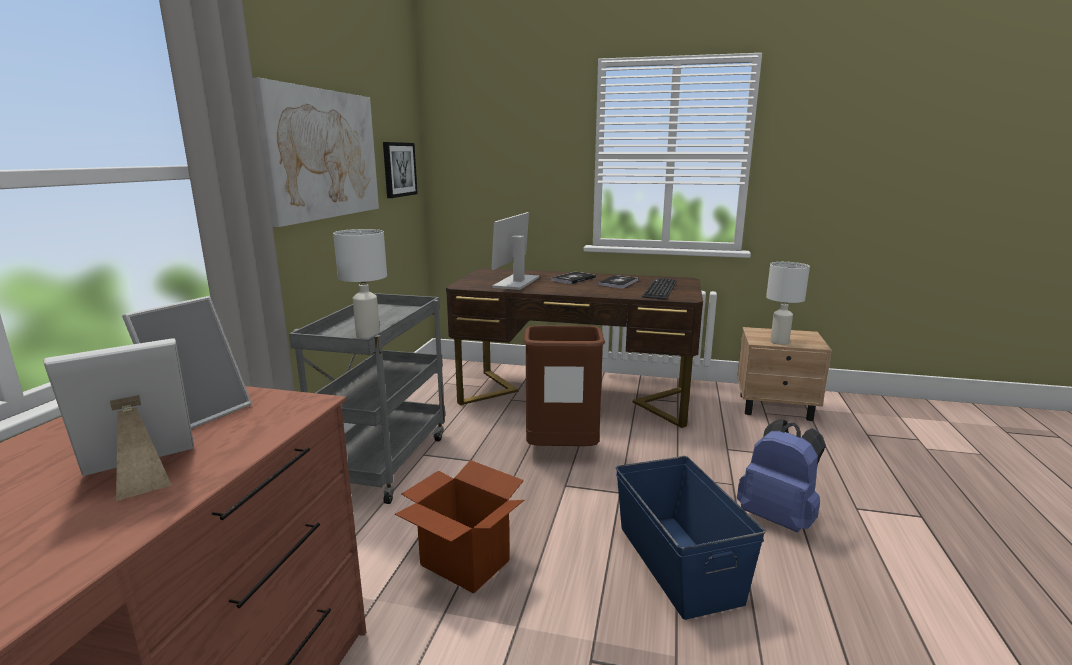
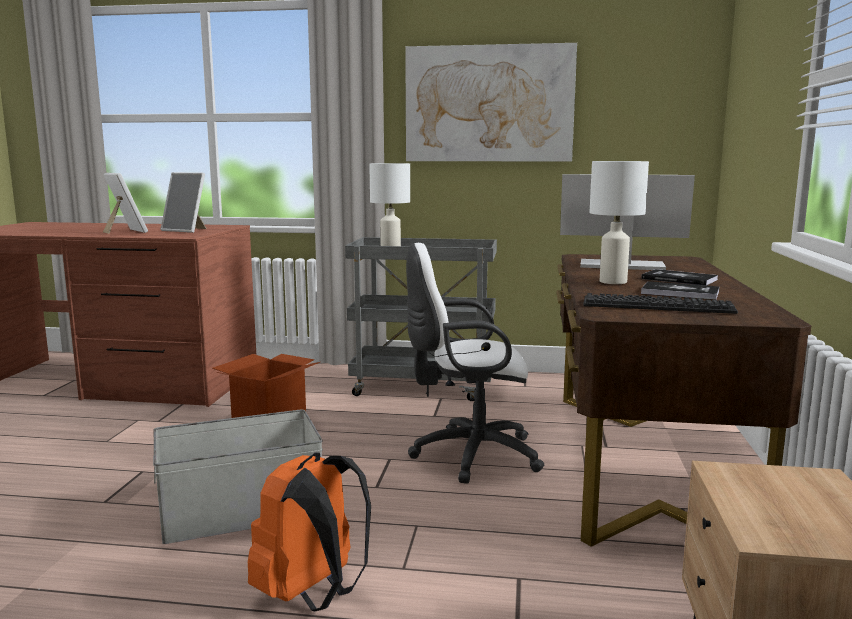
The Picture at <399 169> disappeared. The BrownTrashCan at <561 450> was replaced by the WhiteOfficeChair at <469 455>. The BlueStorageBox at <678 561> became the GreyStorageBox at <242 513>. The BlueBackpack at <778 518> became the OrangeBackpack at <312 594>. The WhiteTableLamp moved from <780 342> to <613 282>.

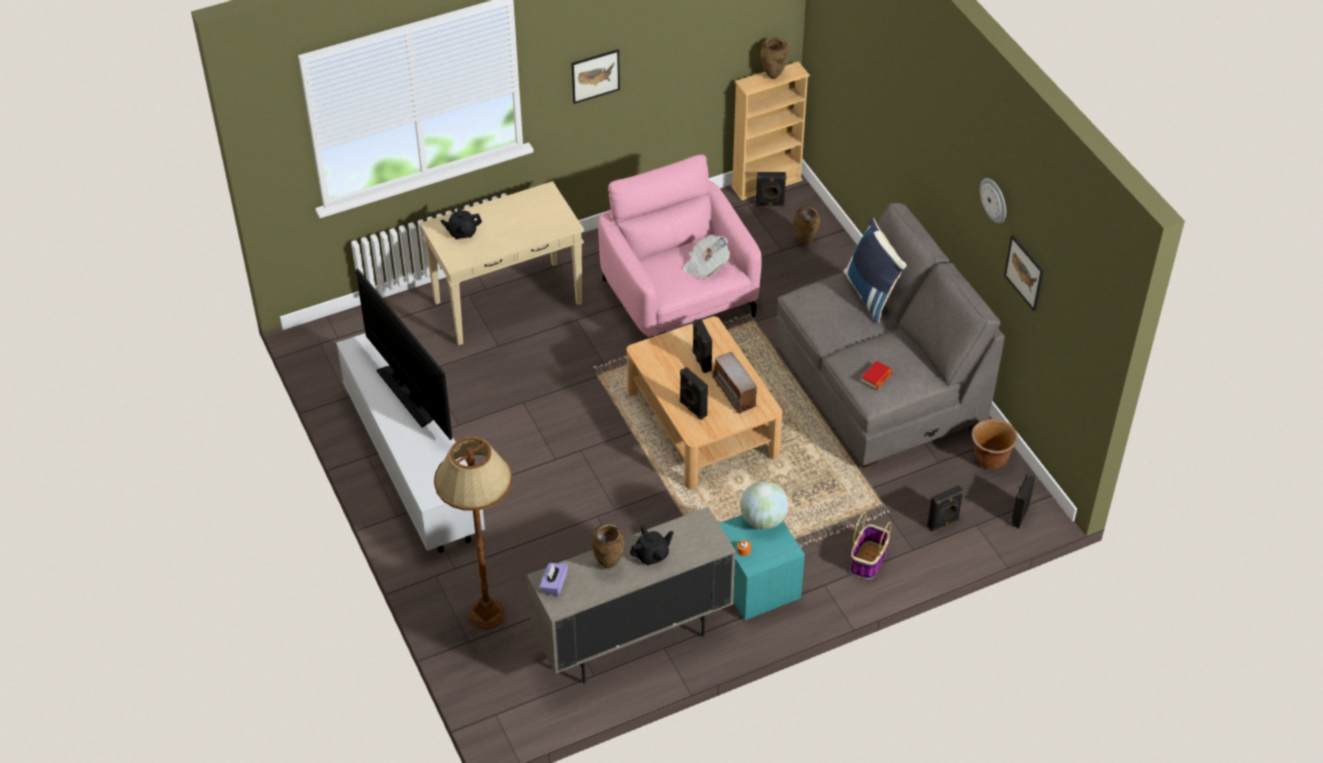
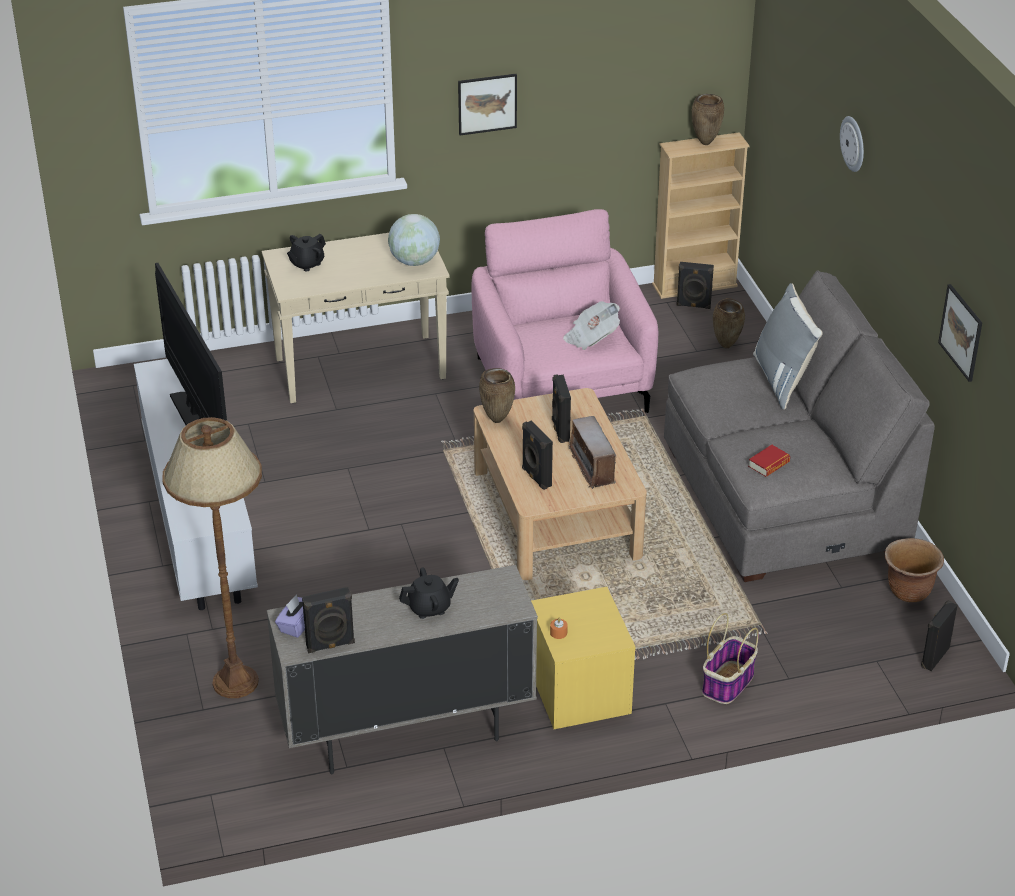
The BlackTeapot at <462 232> turned 45 degrees counterclockwise. The BrownVase moved from <608 564> to <497 420>. The TurquoiseNightstand at <756 584> became the YellowNightstand at <579 692>. The Globe moved from <763 520> to <414 261>. The BluePillow at <872 294> became the GreyPillow at <783 380>. The BlackSpeaker moved from <943 523> to <330 645>. The WallClock moved from <994 200> to <853 143>.

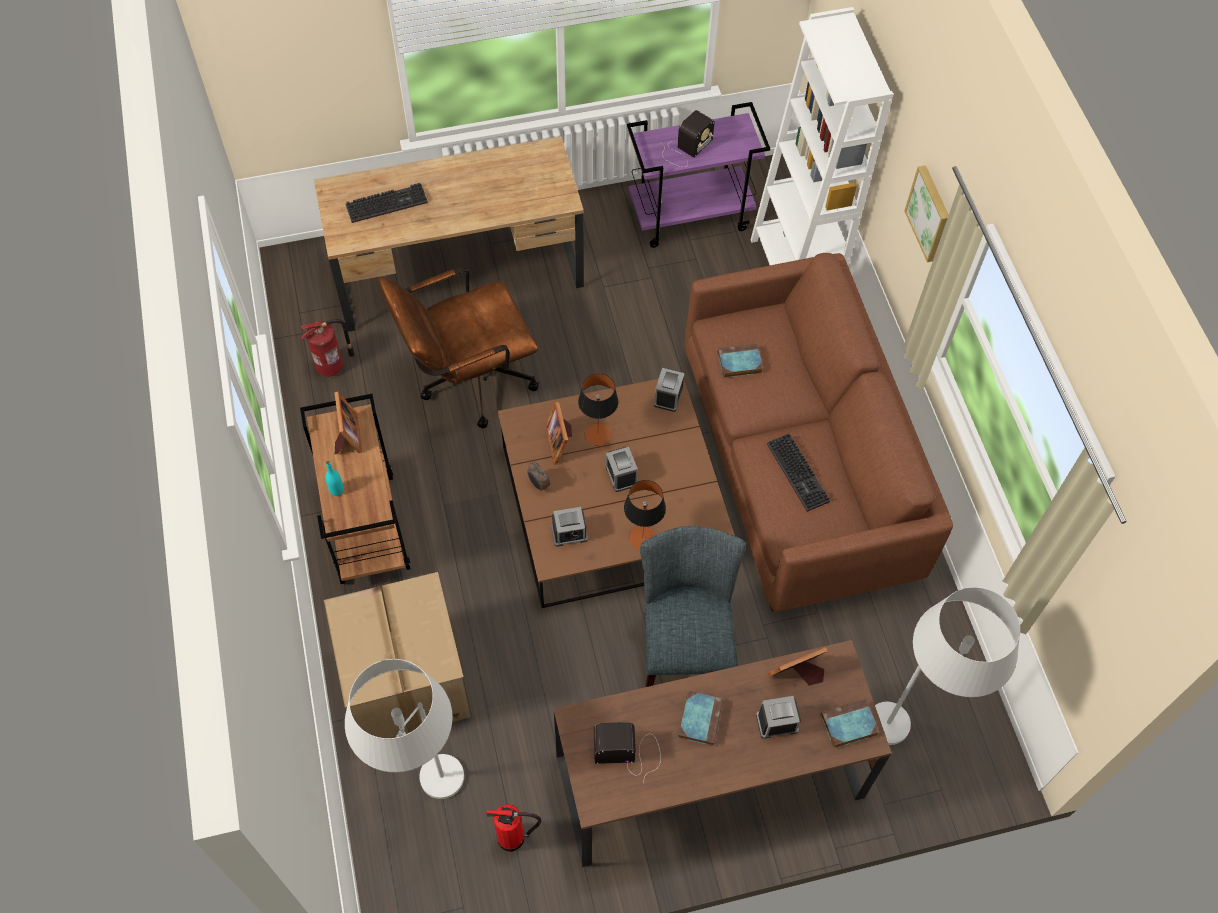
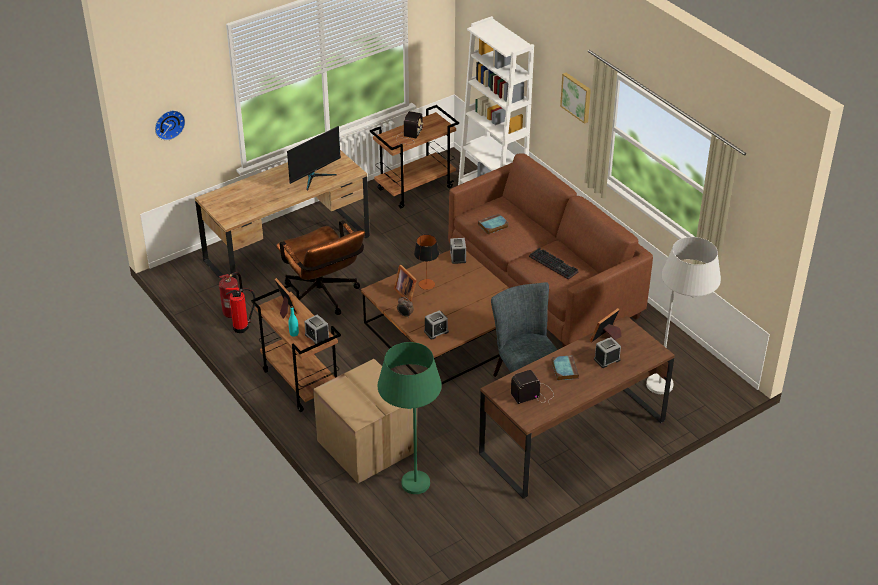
The WhiteFloorLamp at <426 797> became the GreenFloorLamp at <411 495>. The Keyboard at <387 202> disappeared. The BrownOfficeChair at <467 381> turned 75 degrees counterclockwise. The FireExtinguisher moved from <514 838> to <242 327>. The AlarmClock moved from <621 475> to <317 337>. The TableLamp at <642 538> disappeared. The PurpleCart at <691 215> became the BrownCart at <415 188>. The Book at <847 726> disappeared. The WallClock at <168 124> appeared. The Monitor at <314 177> appeared.

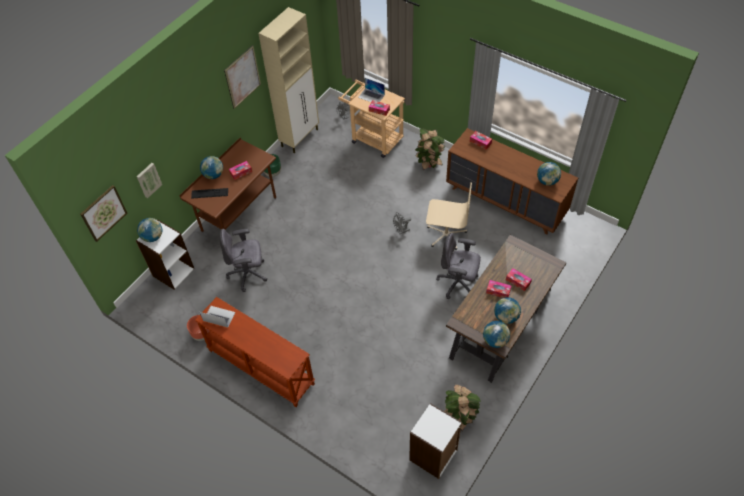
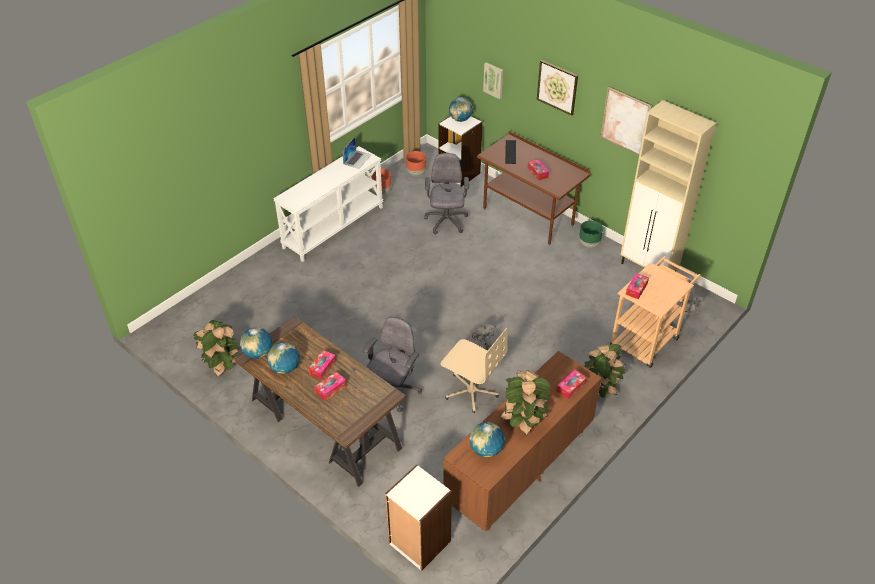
The Picture moved from <103 213> to <557 87>. The BrownConsoleTable at <260 367> became the WhiteConsoleTable at <333 227>. The Globe at <213 175> disappeared. The Laptop at <371 96> disappeared. The WhiteBookcase moved from <433 455> to <419 543>. The BeigeOfficeChair at <446 234> turned 75 degrees counterclockwise. The BrownPlanter at <416 173> appeared. The PottedPlant at <522 423> appeared.

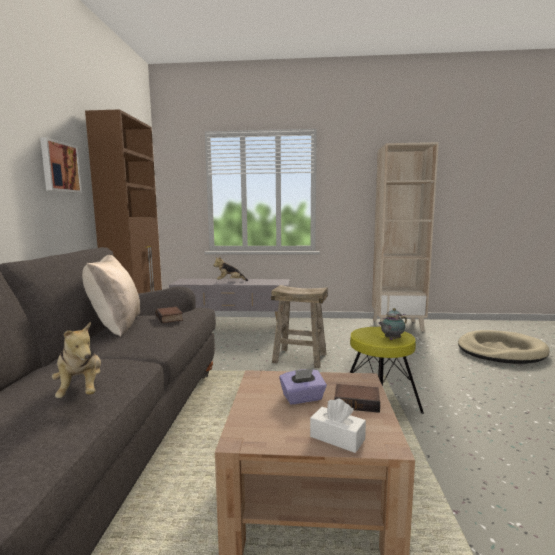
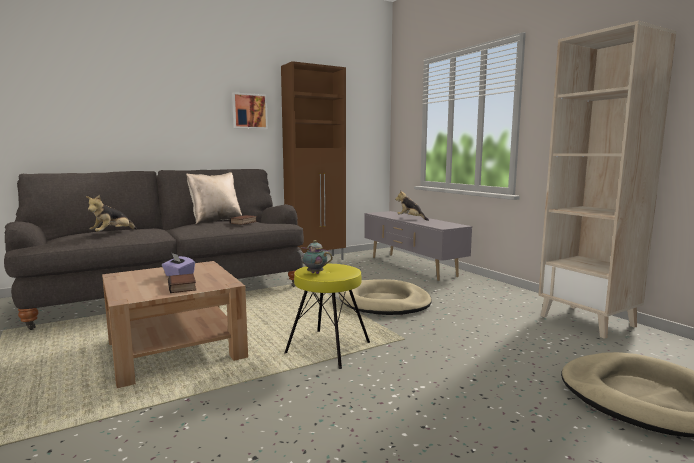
The BeigeStool at <300 358> was replaced by the BeigeDogBed at <384 302>. The WhiteTissueBox at <337 438> disappeared.

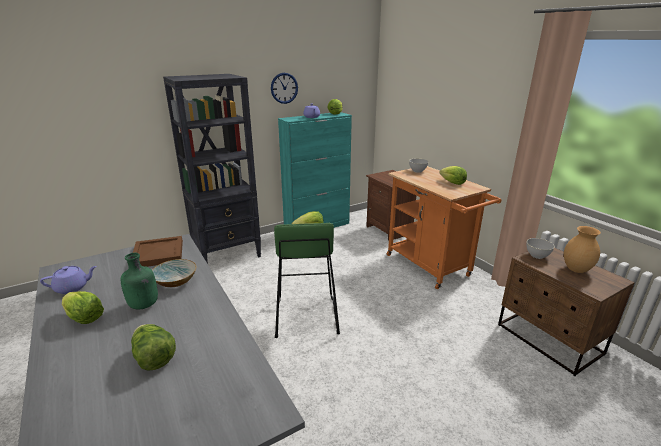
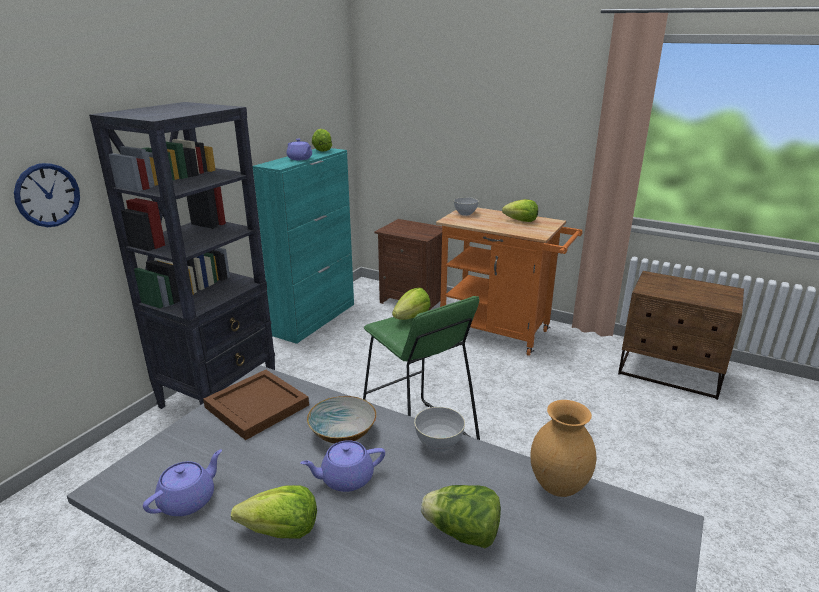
The GreenBottle at <144 305> was replaced by the PurpleTeapot at <345 478>. The WallClock moved from <284 88> to <47 195>. The GreyBowl moved from <537 256> to <439 444>. The BrownVase moved from <576 270> to <559 488>.

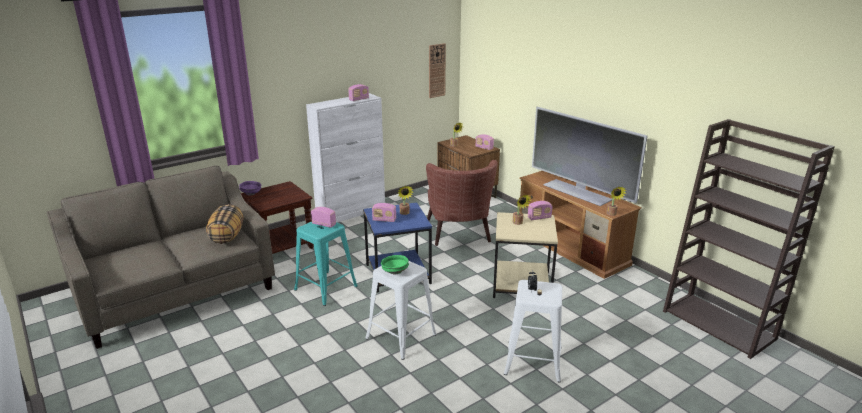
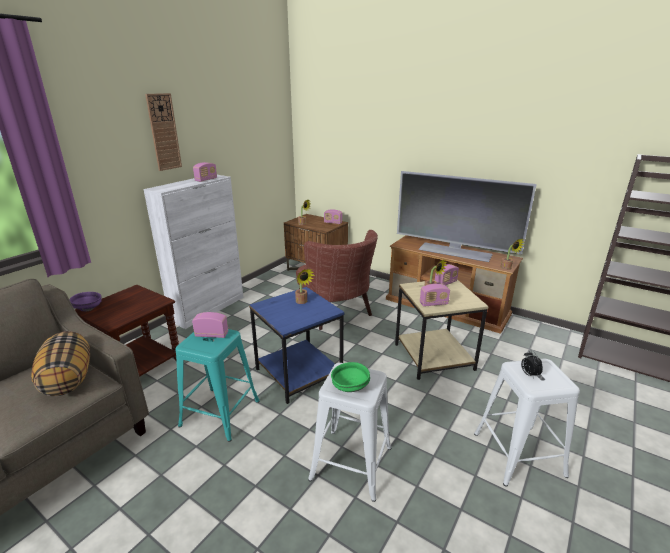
The Radio moved from <384 220> to <433 304>. The WallClock moved from <436 70> to <164 132>.

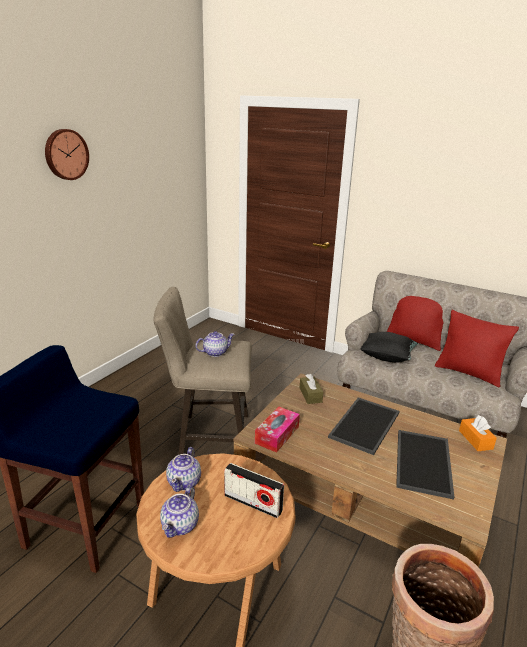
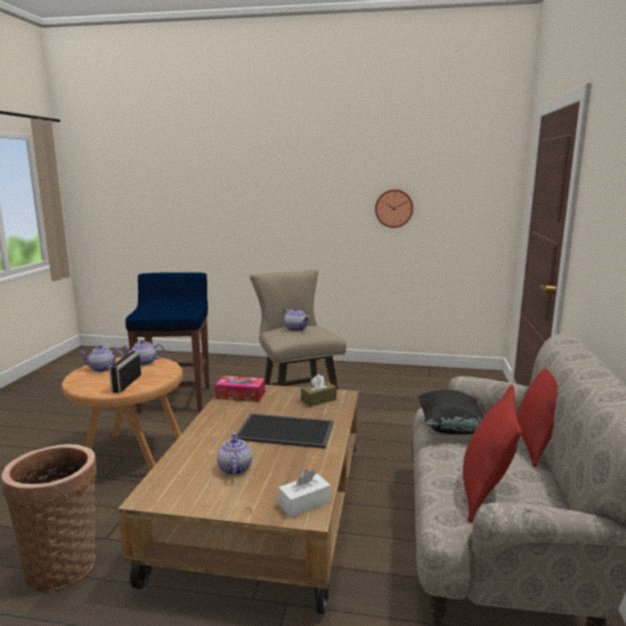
The WallClock moved from <65 154> to <394 208>. The Tray at <425 463> was replaced by the Teapot at <234 468>. The OrangeTissueBox at <475 440> became the WhiteTissueBox at <304 503>.

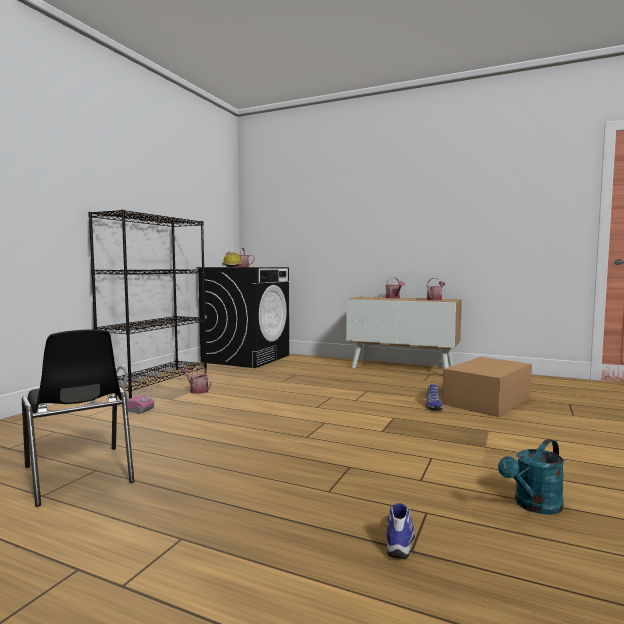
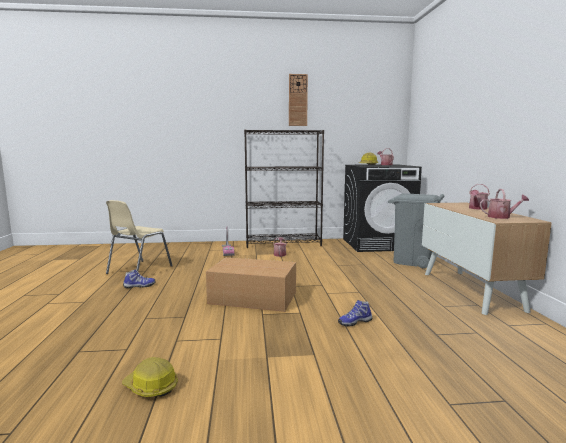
The BlackChair at <78 475> became the BeigeChair at <138 270>. The Shoe moved from <400 540> to <139 286>. The CardboardBox moved from <488 400> to <254 298>. The TurquoiseWateringCan at <534 506> was replaced by the HardHat at <151 387>. The WallClock at <298 100> appeared. The GreyTrashCan at <412 261> appeared.

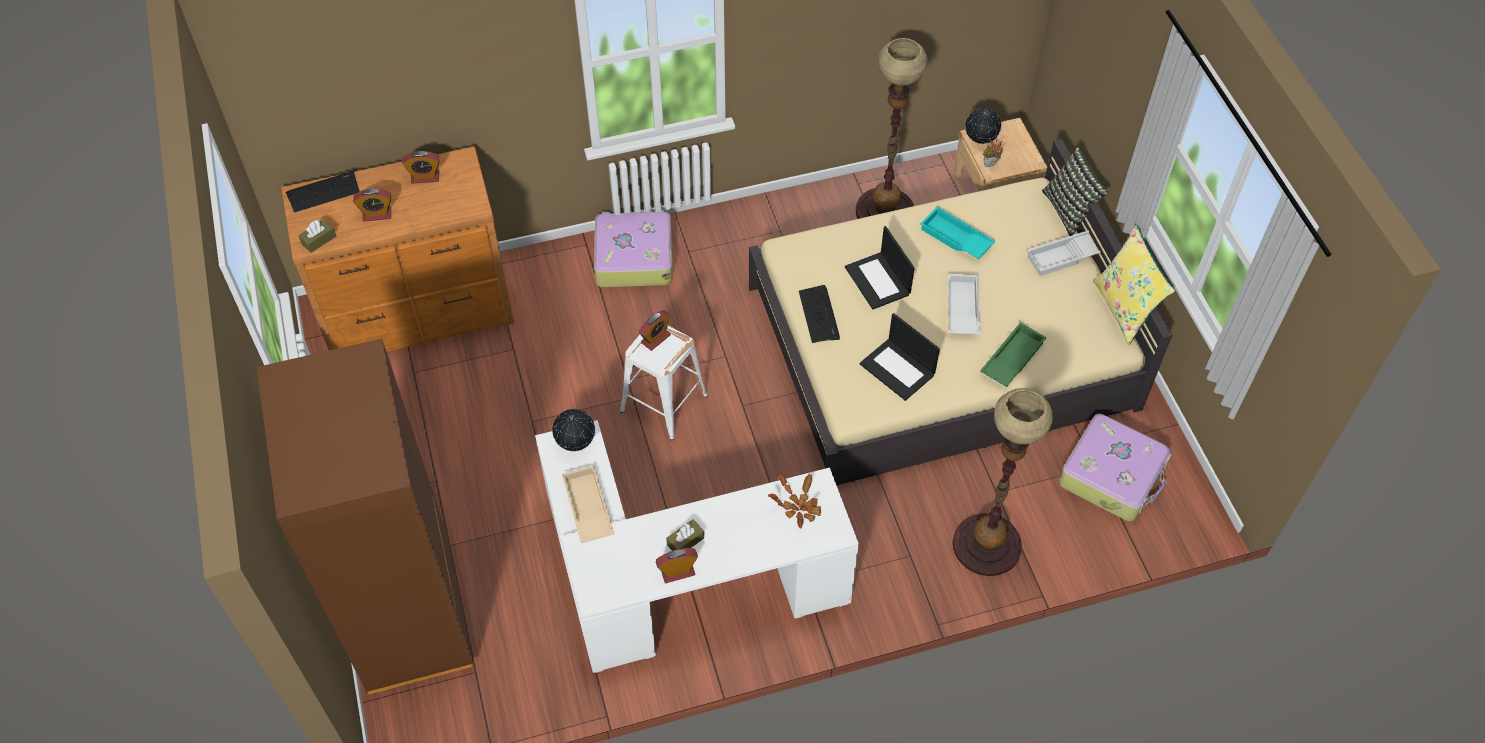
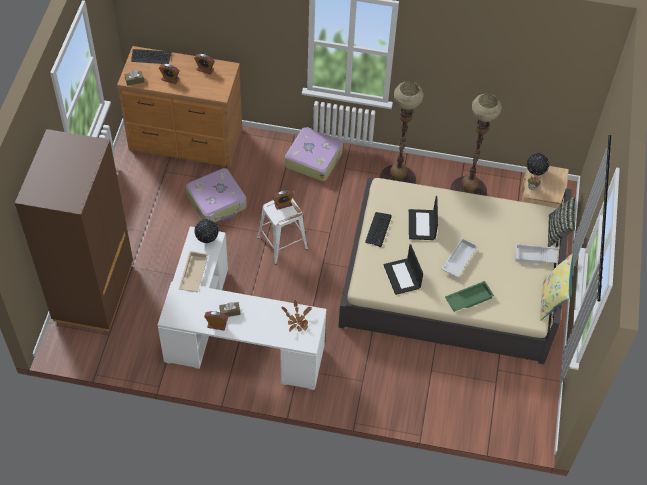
The TurquoiseTray at <955 238> disappeared. The FloorLamp moved from <987 544> to <397 180>. The Suitcase moved from <1113 475> to <217 202>.

